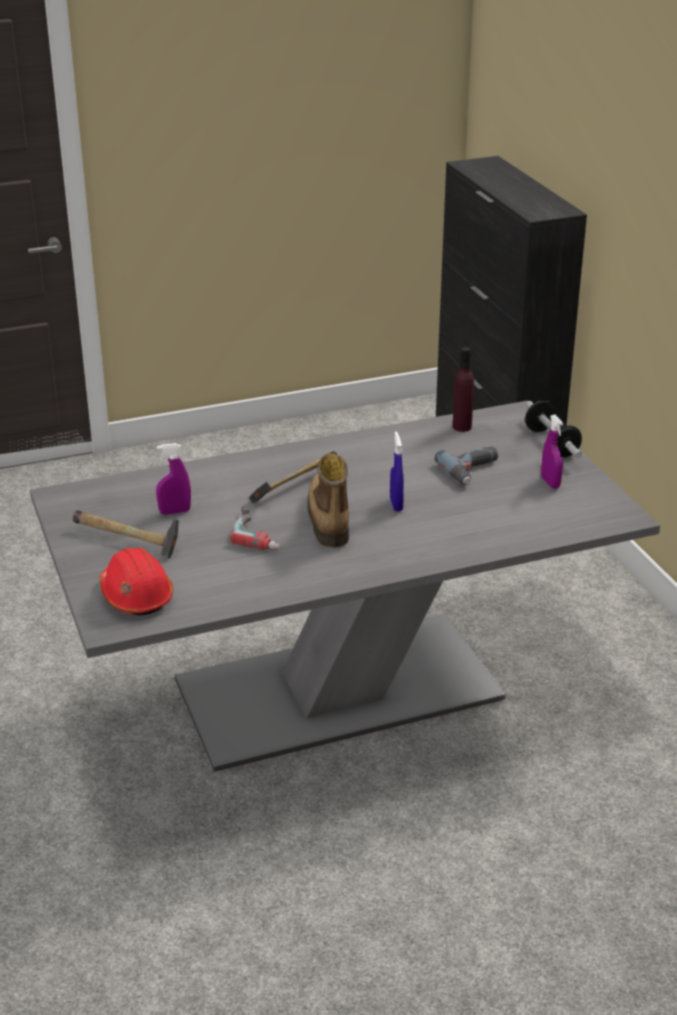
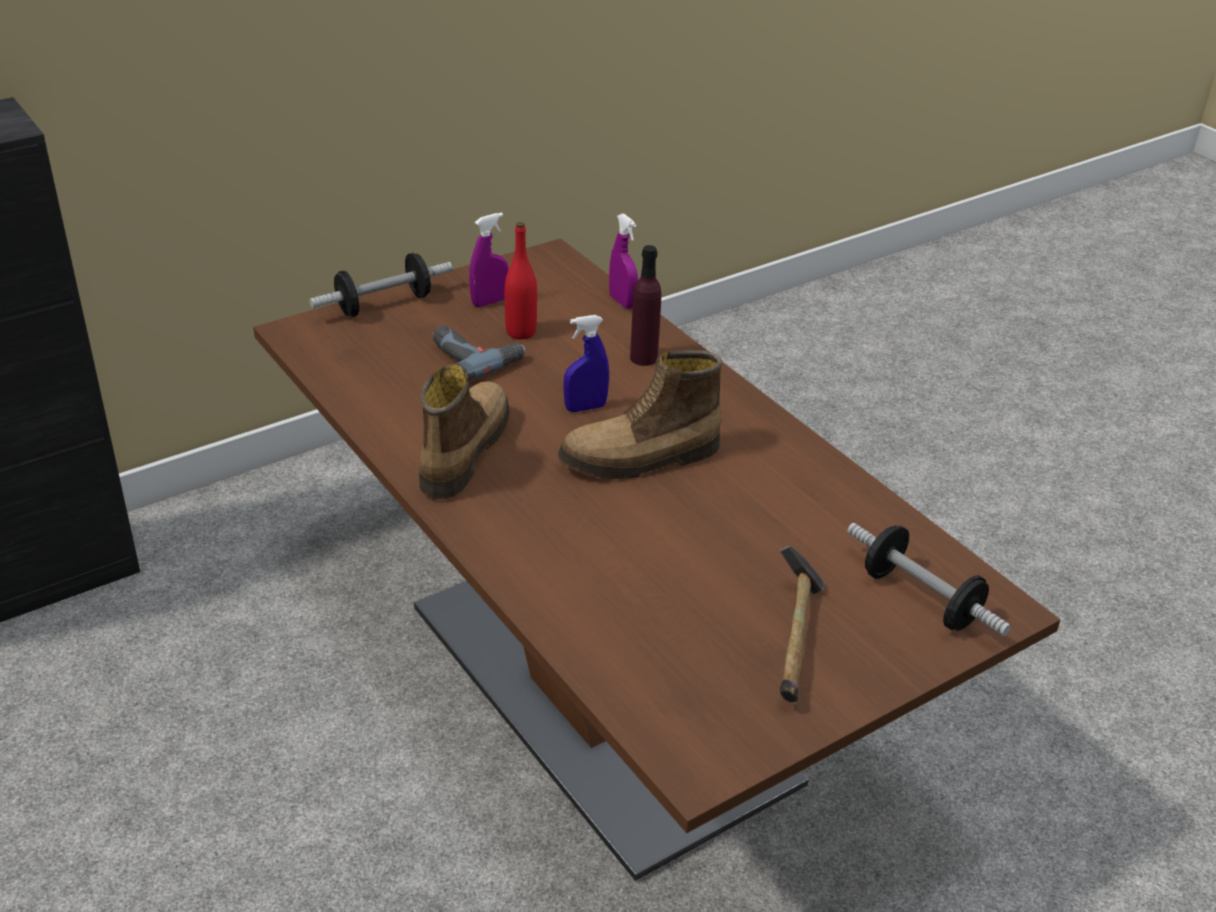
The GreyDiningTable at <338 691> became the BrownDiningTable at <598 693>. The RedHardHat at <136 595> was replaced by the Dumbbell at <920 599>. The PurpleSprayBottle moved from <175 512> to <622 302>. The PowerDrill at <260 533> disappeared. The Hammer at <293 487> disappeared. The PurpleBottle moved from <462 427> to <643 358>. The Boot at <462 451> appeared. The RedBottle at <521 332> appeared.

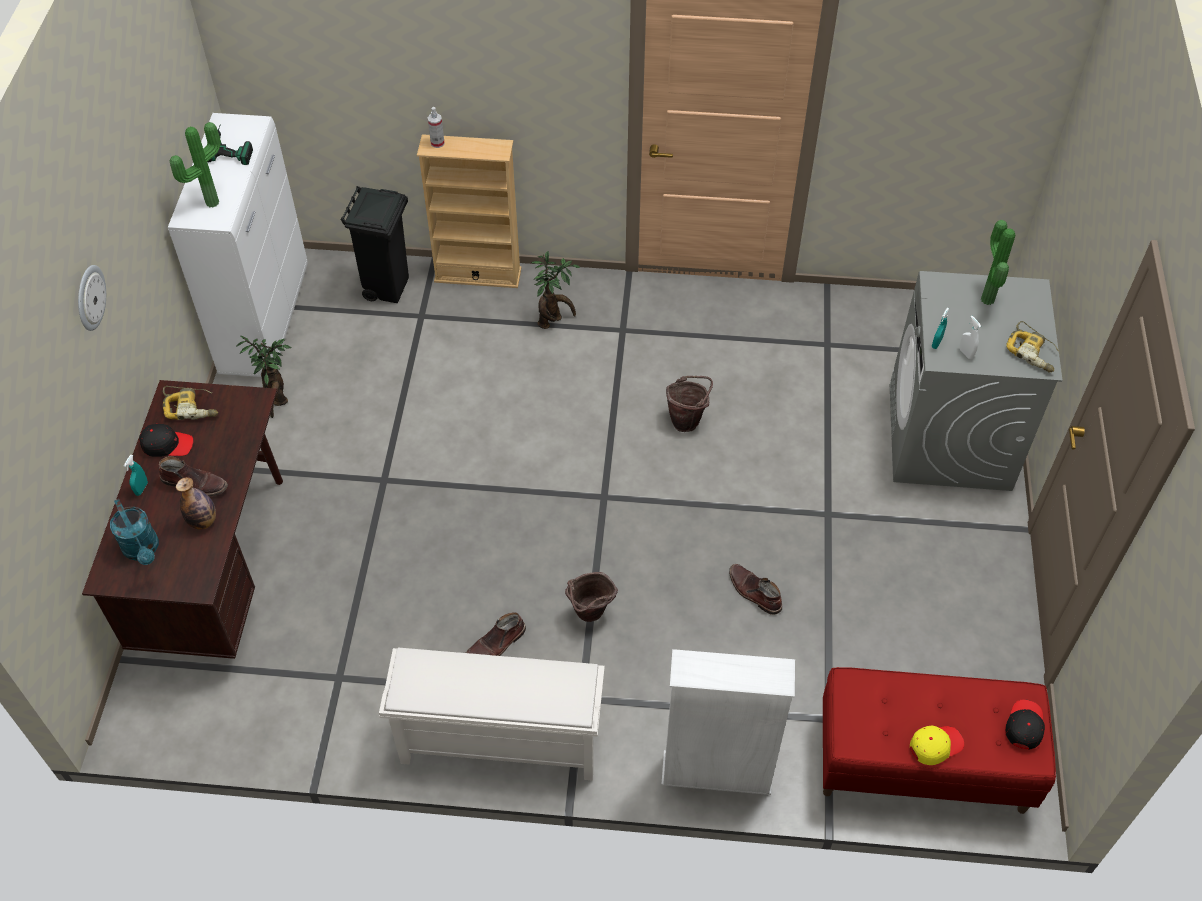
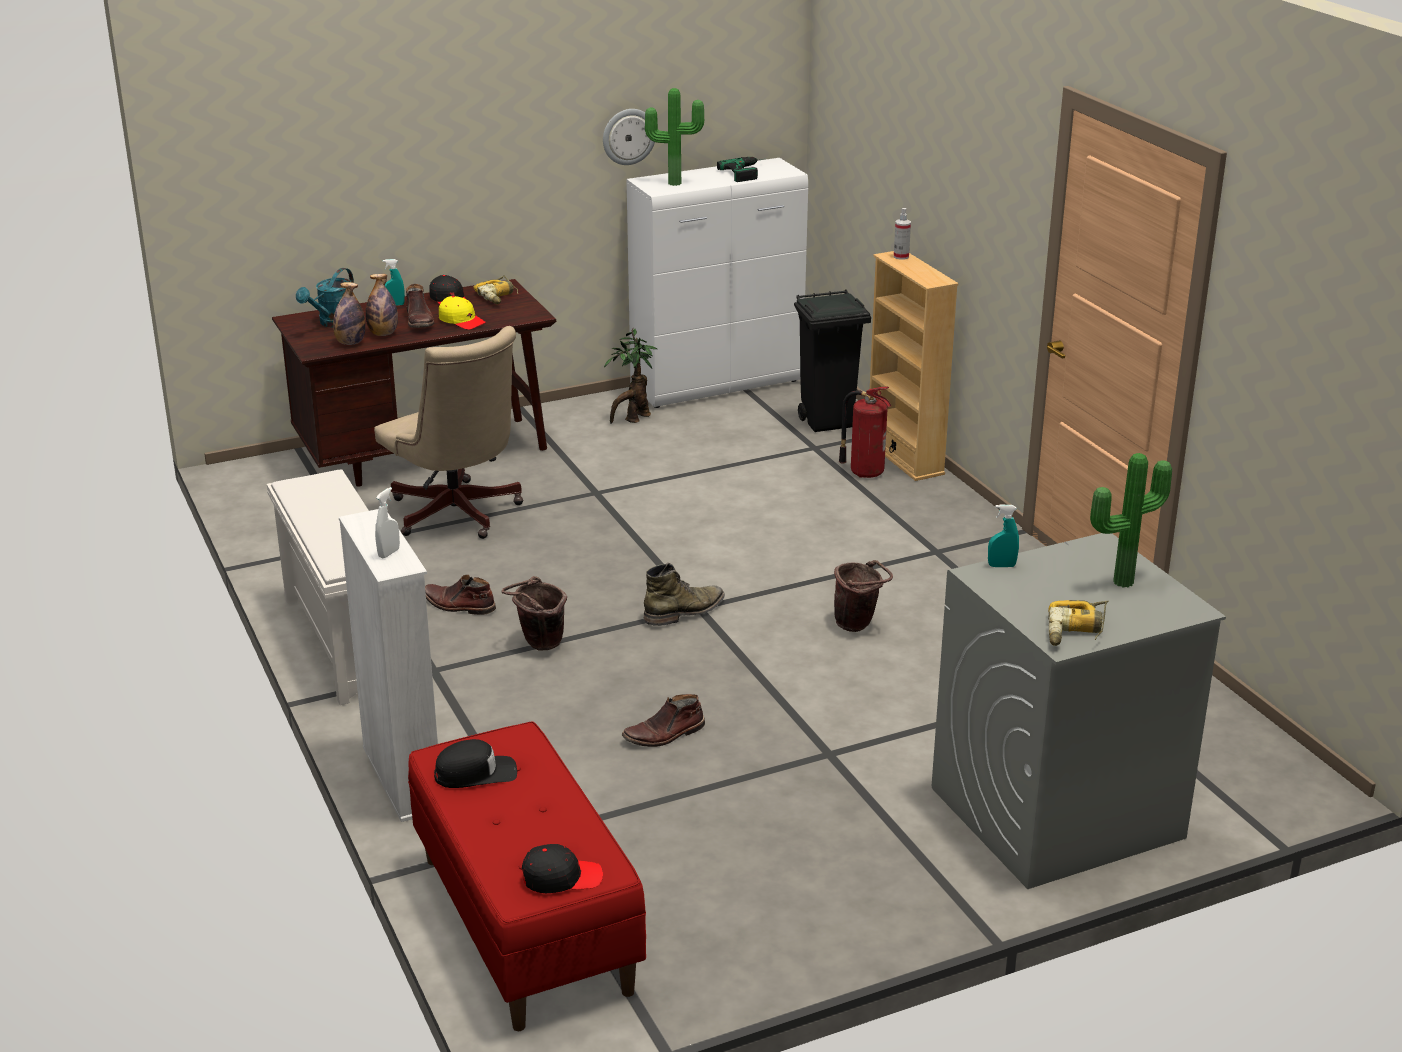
The WallClock moved from <89 297> to <628 136>. The PottedPlant at <553 320> disappeared. The BrownBoot at <754 592> turned 135 degrees counterclockwise. The YellowCap moved from <935 745> to <462 321>. The WhiteSprayBottle moved from <966 353> to <389 553>. The Bottle at <350 343> appeared. The BeigeOfficeChair at <458 516> appeared. The BlackCap at <476 773> appeared. The GreenBoot at <685 612> appeared. The FireExtinguisher at <865 472> appeared.

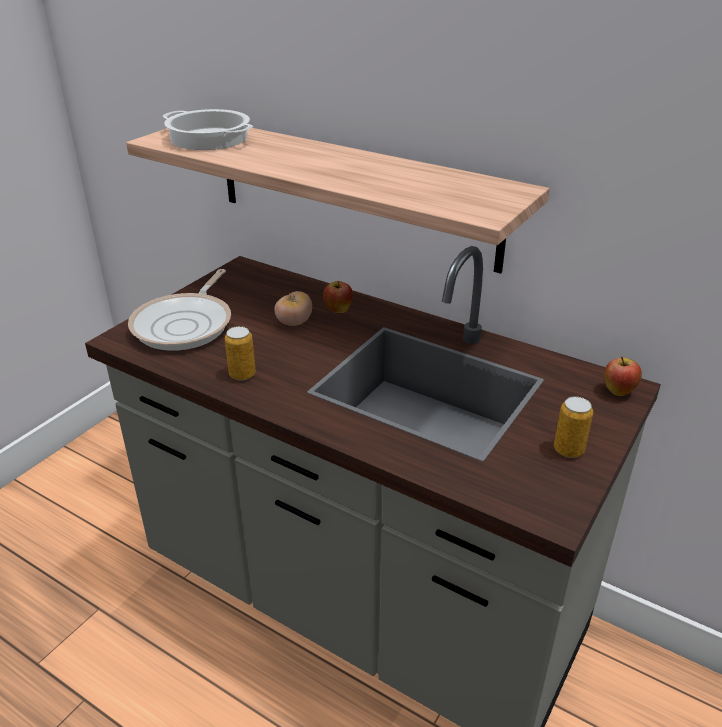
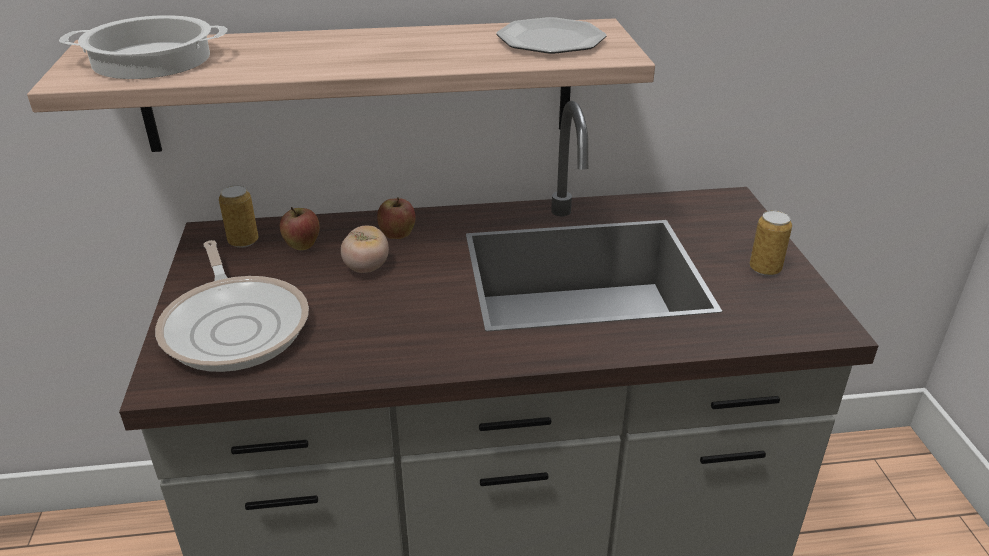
The Can moved from <242 375> to <243 241>. The Apple moved from <618 392> to <302 247>. The Plate at <550 40> appeared.

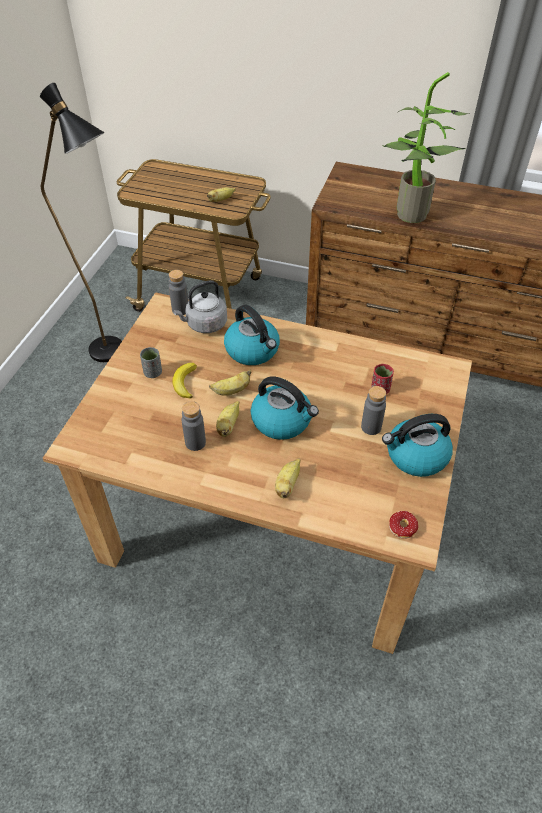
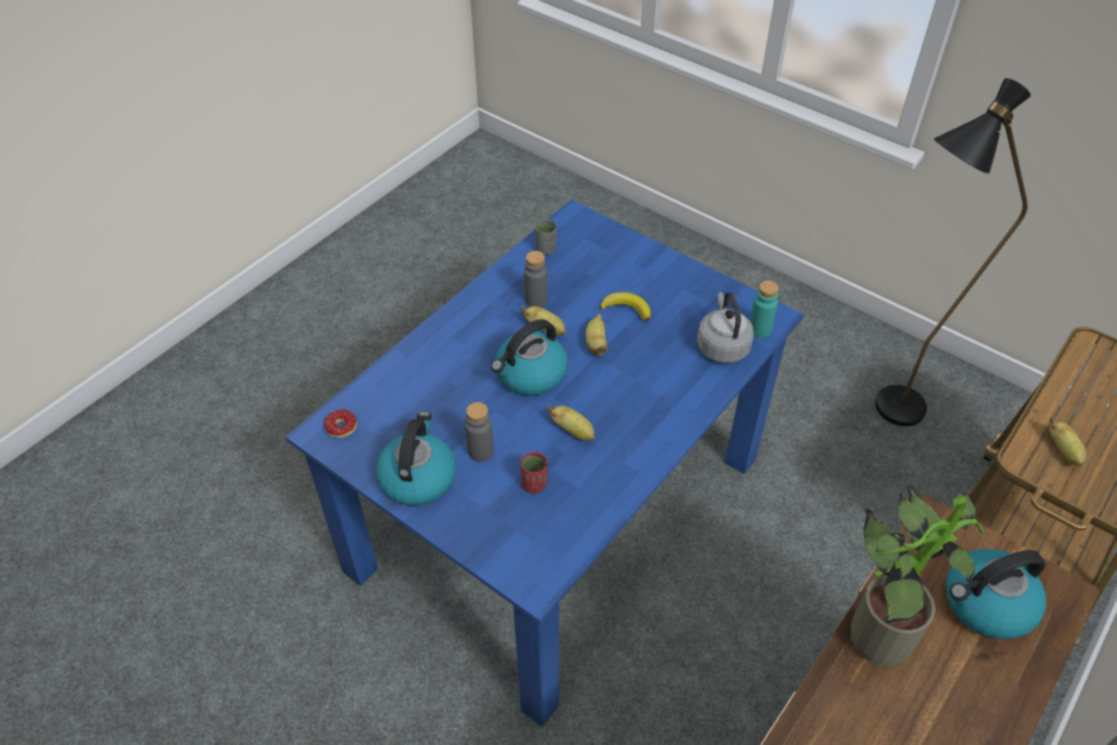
The BrownDiningTable at <268 519> became the BlueDiningTable at <558 510>. The GreyCup moved from <153 373> to <546 249>. The GreyBottle at <180 309> became the TurquoiseBottle at <759 329>. The Kettle moved from <253 350> to <986 604>. The Banana moved from <287 485> to <573 431>.

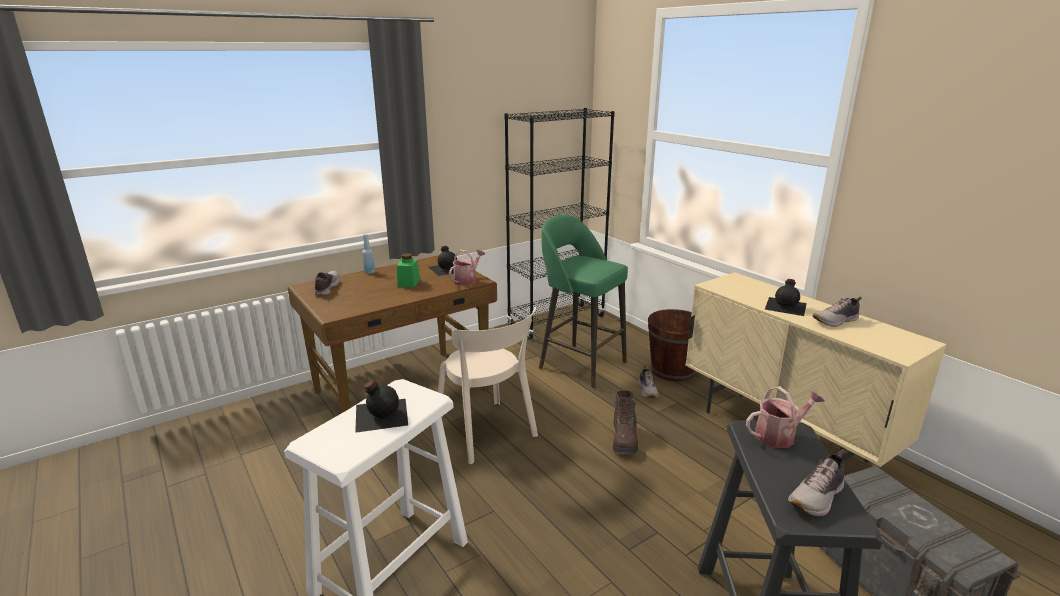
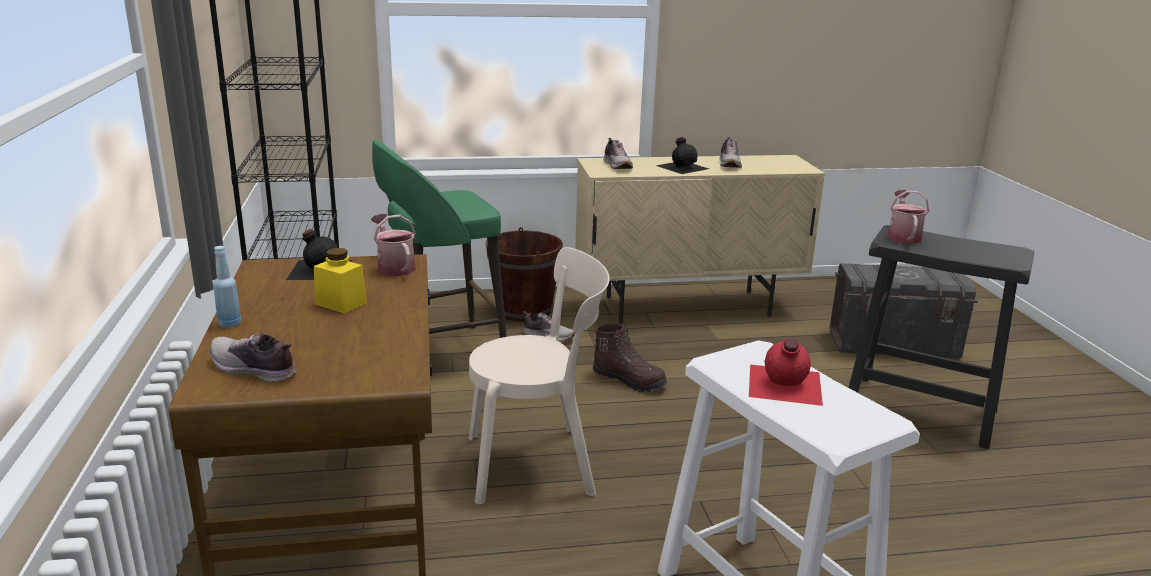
The BlackBottle at <380 414> became the RedBottle at <783 384>. The GreenJar at <408 283> became the YellowJar at <341 303>. The Shoe moved from <818 497> to <618 165>.

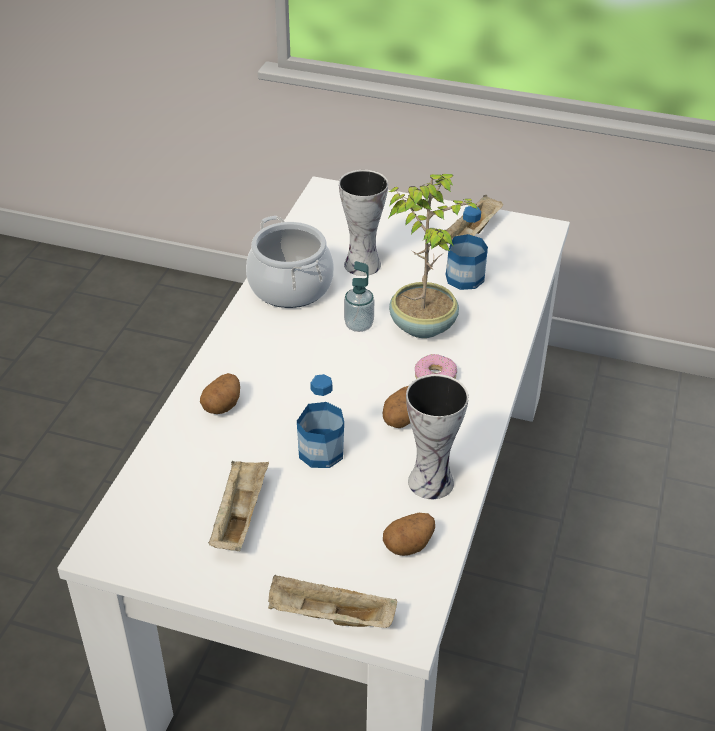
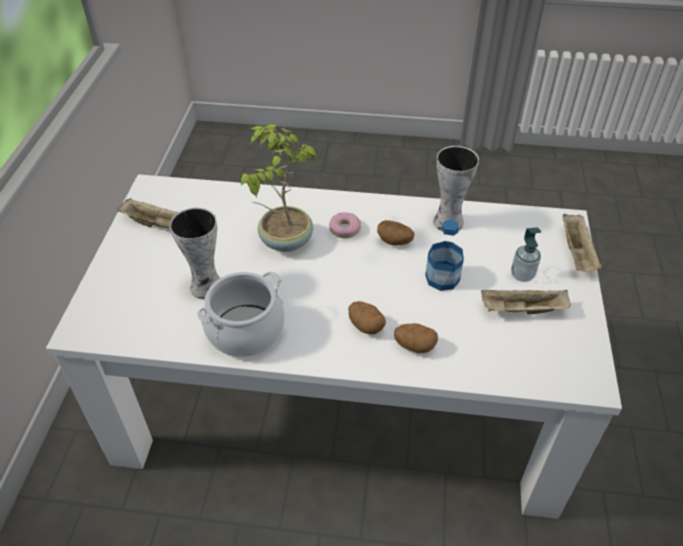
The SoapDispenser moved from <359 325> to <522 275>. The Potato moved from <409 545> to <366 325>. The Bottle at <464 278> disappeared.

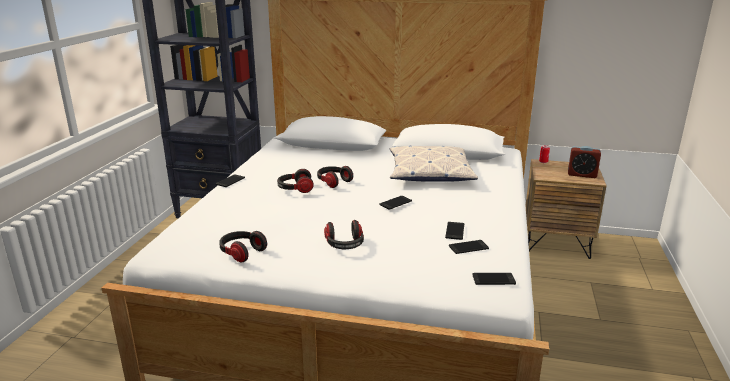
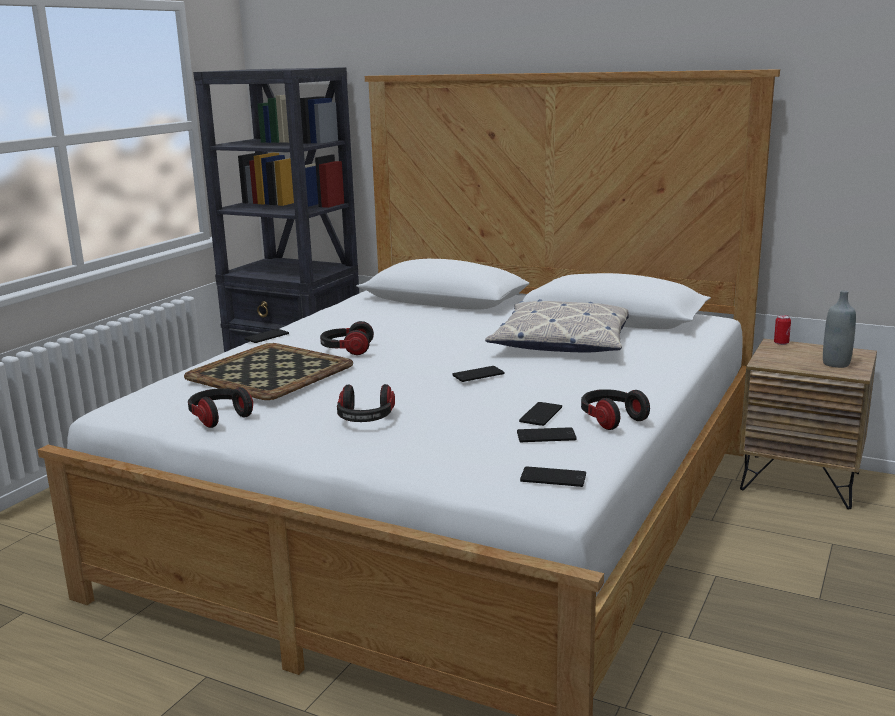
The Headphones moved from <333 182> to <611 419>. The AlarmClock at <582 174> was replaced by the GreyBottle at <836 364>. The Tray at <269 372> appeared.

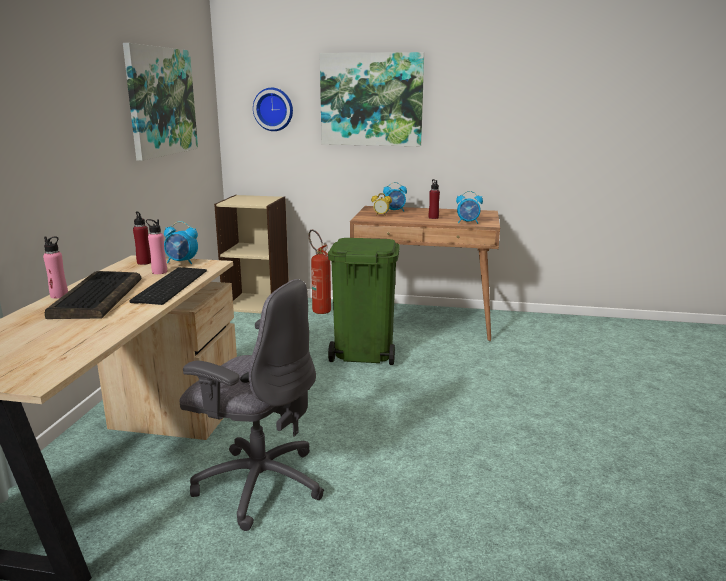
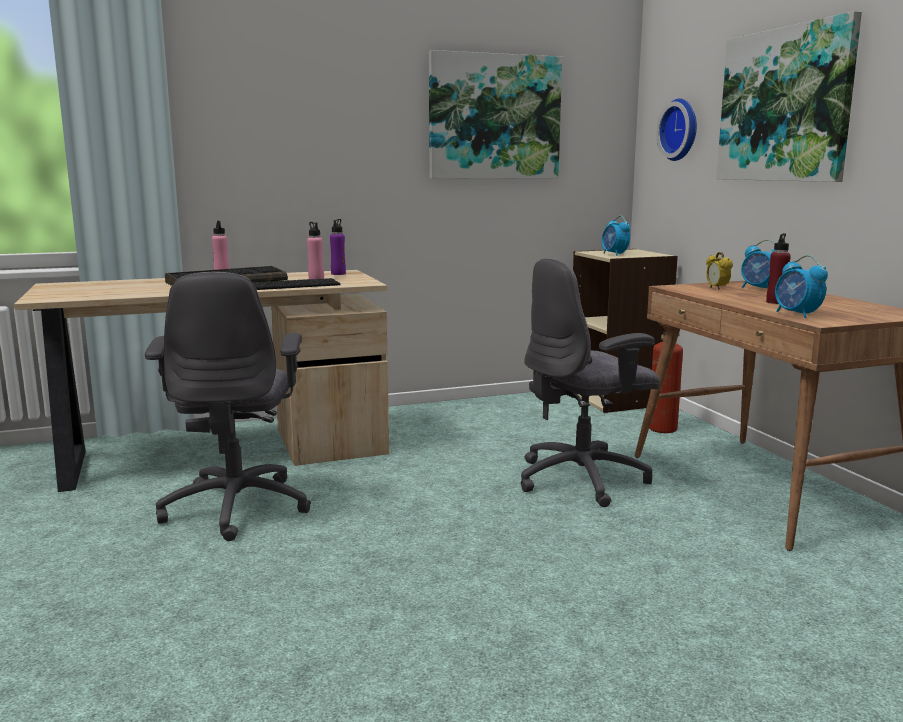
The RedBottle at <144 262> became the PurpleBottle at <338 274>. The AlarmClock moved from <182 262> to <614 254>. The GreenTrashCan at <363 353> was replaced by the GreyOfficeChair at <583 479>.

